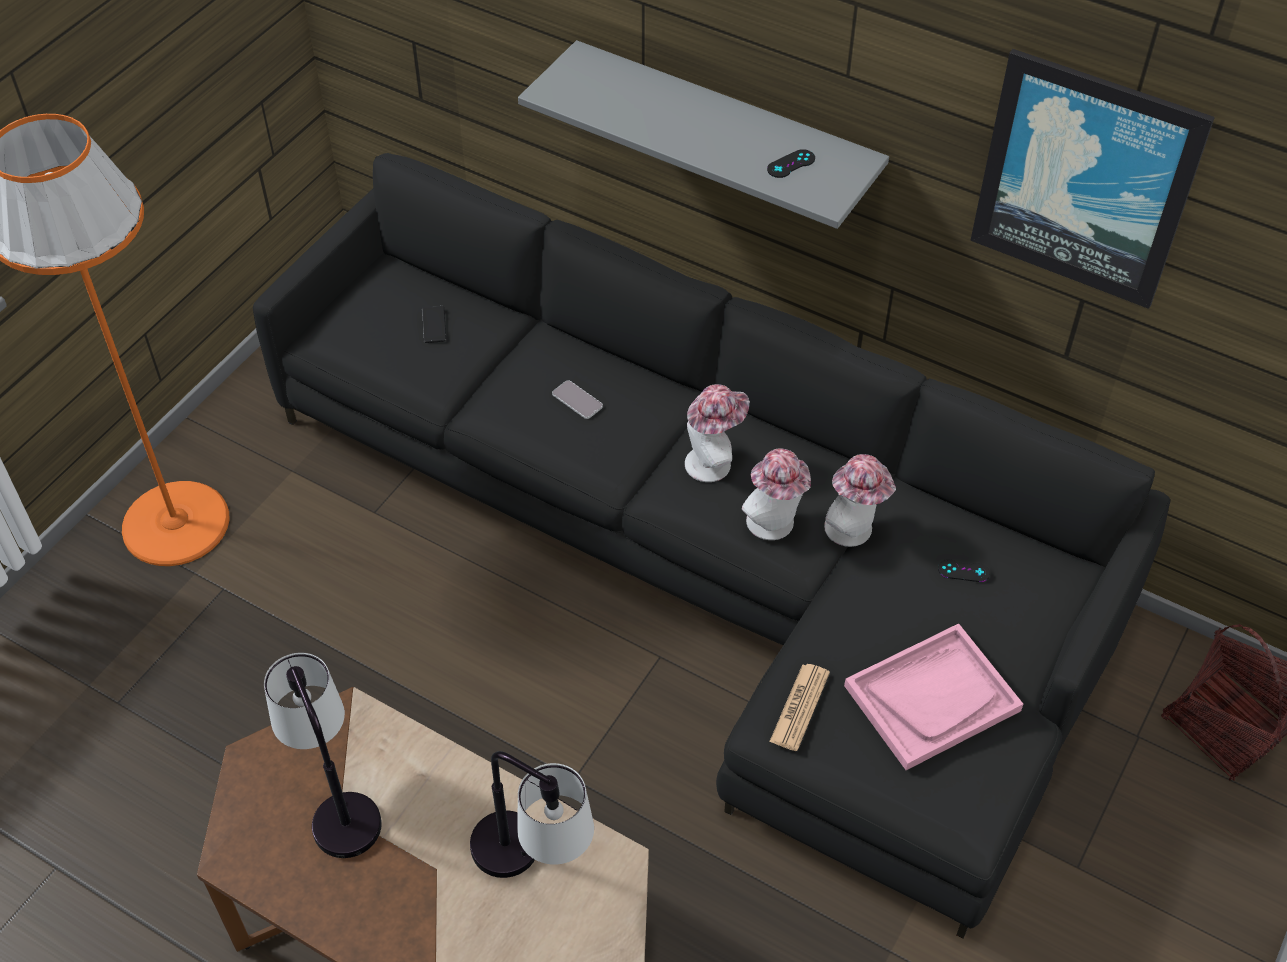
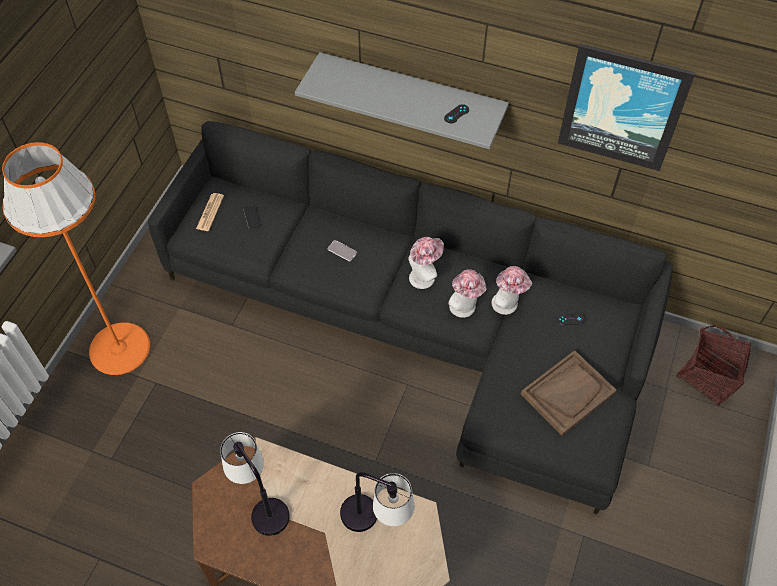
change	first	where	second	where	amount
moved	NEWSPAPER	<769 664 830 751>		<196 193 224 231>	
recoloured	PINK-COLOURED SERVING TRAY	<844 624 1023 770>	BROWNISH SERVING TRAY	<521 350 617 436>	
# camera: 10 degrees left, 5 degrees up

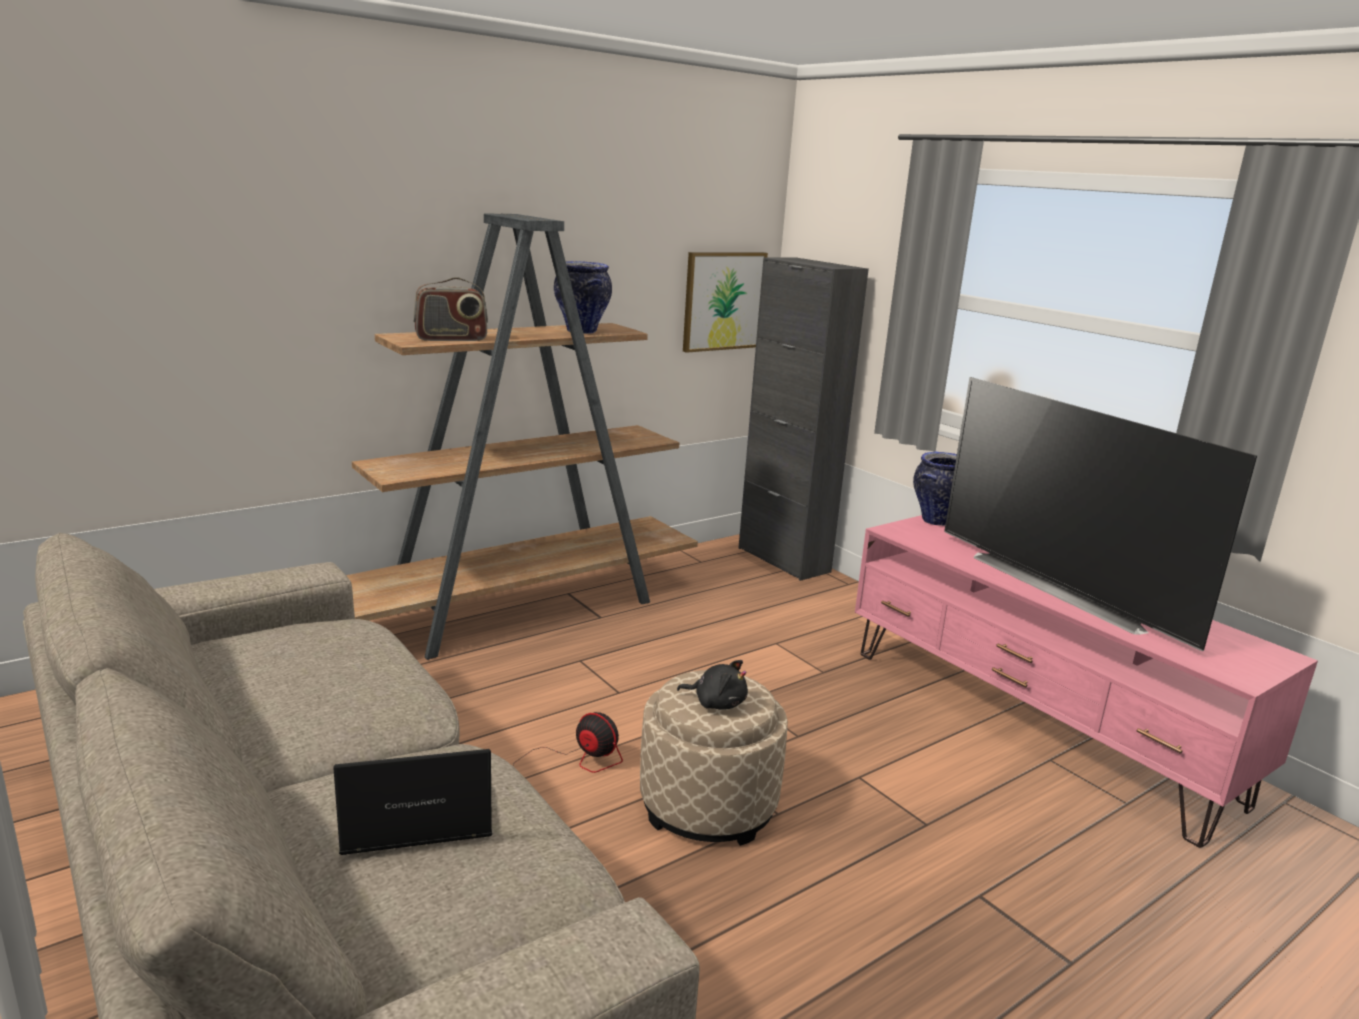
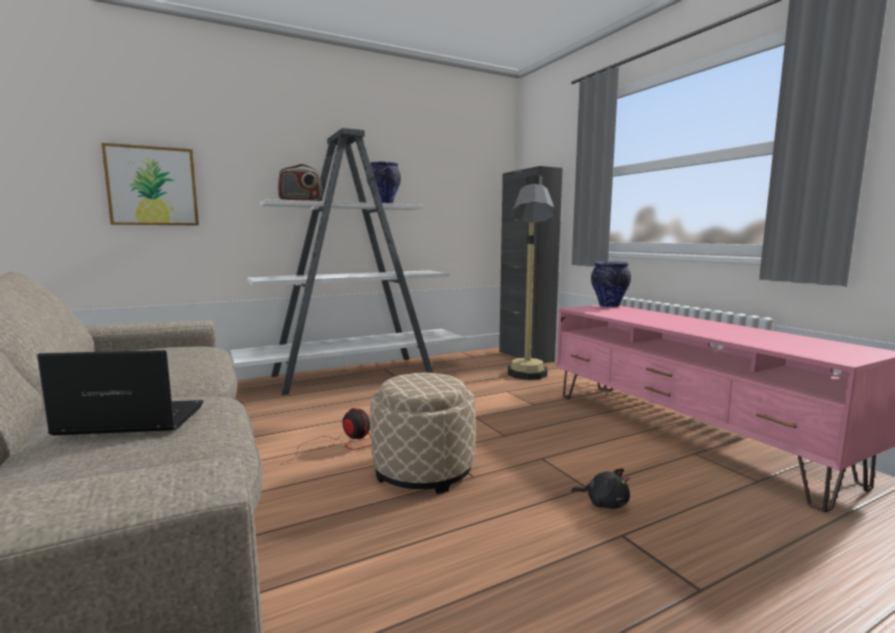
change	first	where	second	where	amount
moved	PICTURE	<683 252 768 353>		<101 143 199 225>	
recoloured	BROWNISH BOOKSHELF	<346 213 698 660>	WHITISH BOOKSHELF	<231 128 465 395>	
added			FLOOR LAMP	<508 174 555 380>	
moved	BLACK-COLOURED CUDDLY TOY	<677 660 748 710>		<571 468 630 509>	
removed	TV SET	<944 377 1257 651>			
# camera: 10 degrees right, 10 degrees down

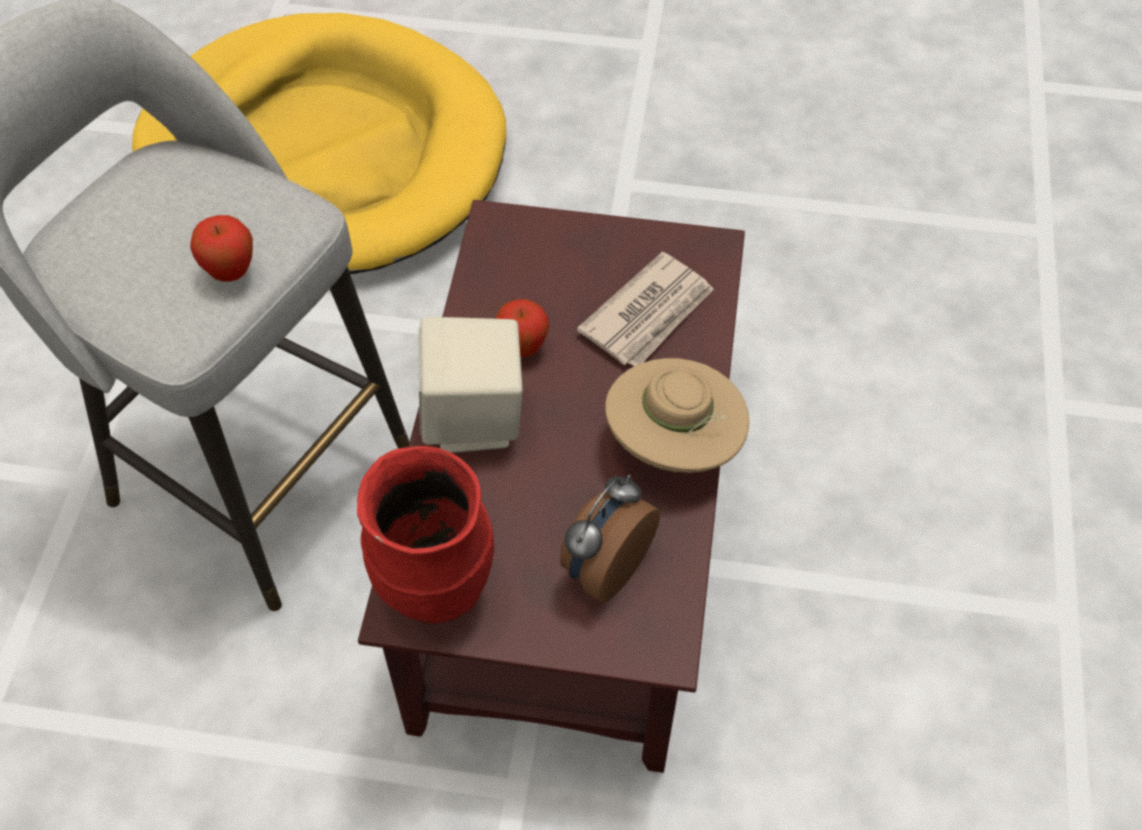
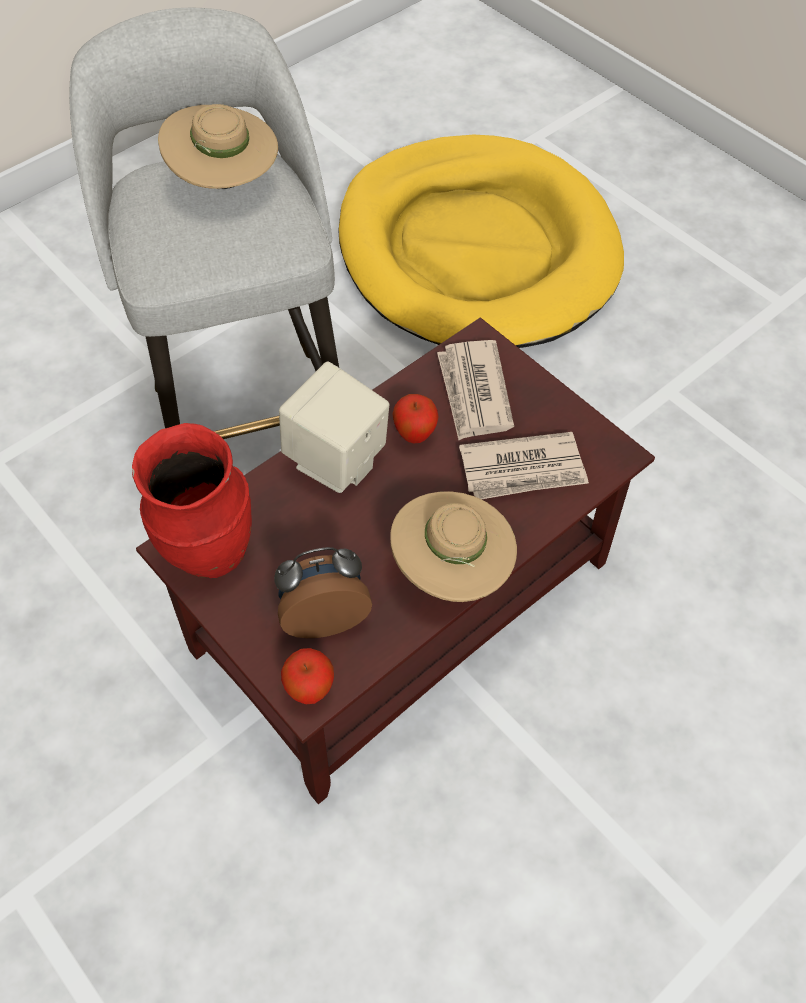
change	first	where	second	where	amount
added			SAND-COLOURED CLOTHING HAT	<158 104 278 189>	
moved	WHOLE APPLE	<190 215 253 282>		<281 648 334 704>	
added			NEWSPAPER	<437 340 514 440>	
# camera: 40 degrees right, 0 degrees up

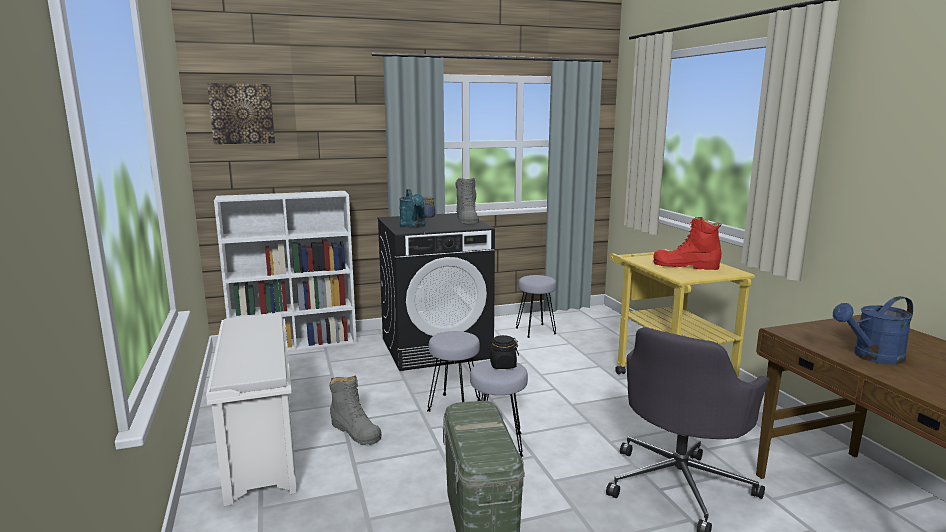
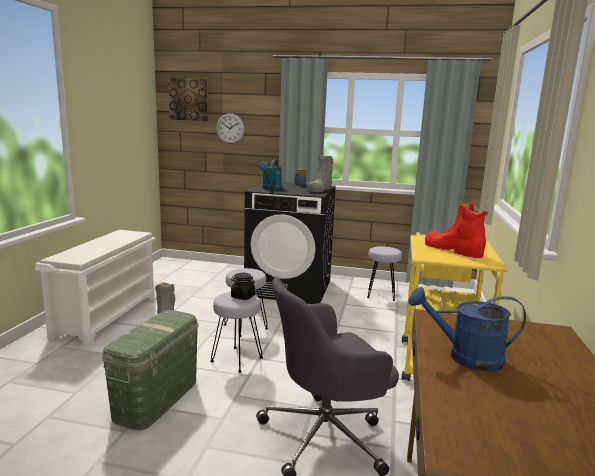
change	first	where	second	where	amount
added			CLOCK ON THE WALL	<216 113 244 144>	
removed	WHITISH BOOKSHELF	<214 191 357 352>			
# camera: 30 degrees right, 0 degrees up

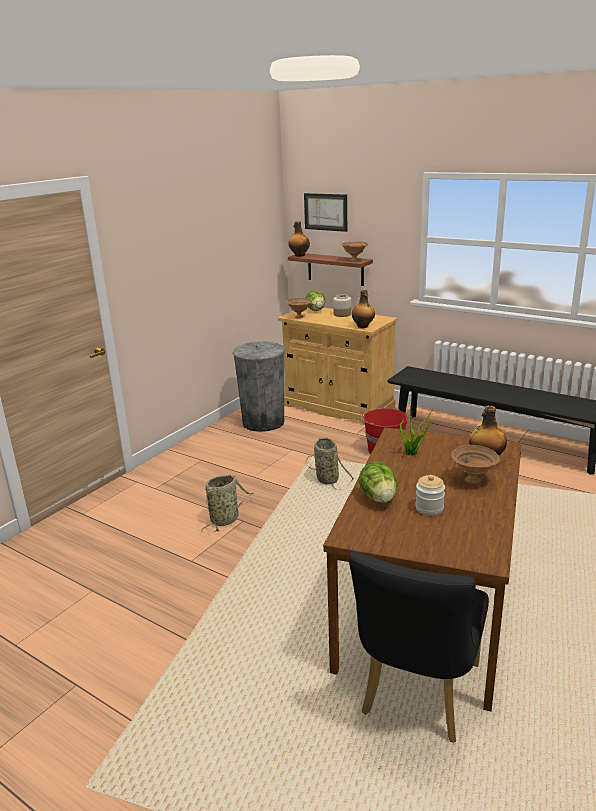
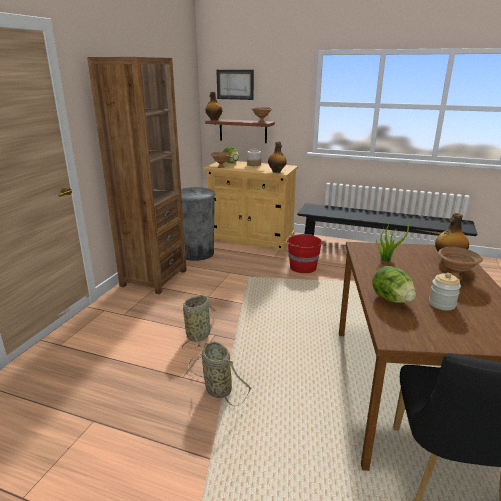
change	first	where	second	where	amount
added			BROWNISH BOOKSHELF	<87 57 187 295>	
moved	STORAGE BASKET	<306 437 354 490>		<189 341 252 406>	
# camera: 15 degrees left, 0 degrees up

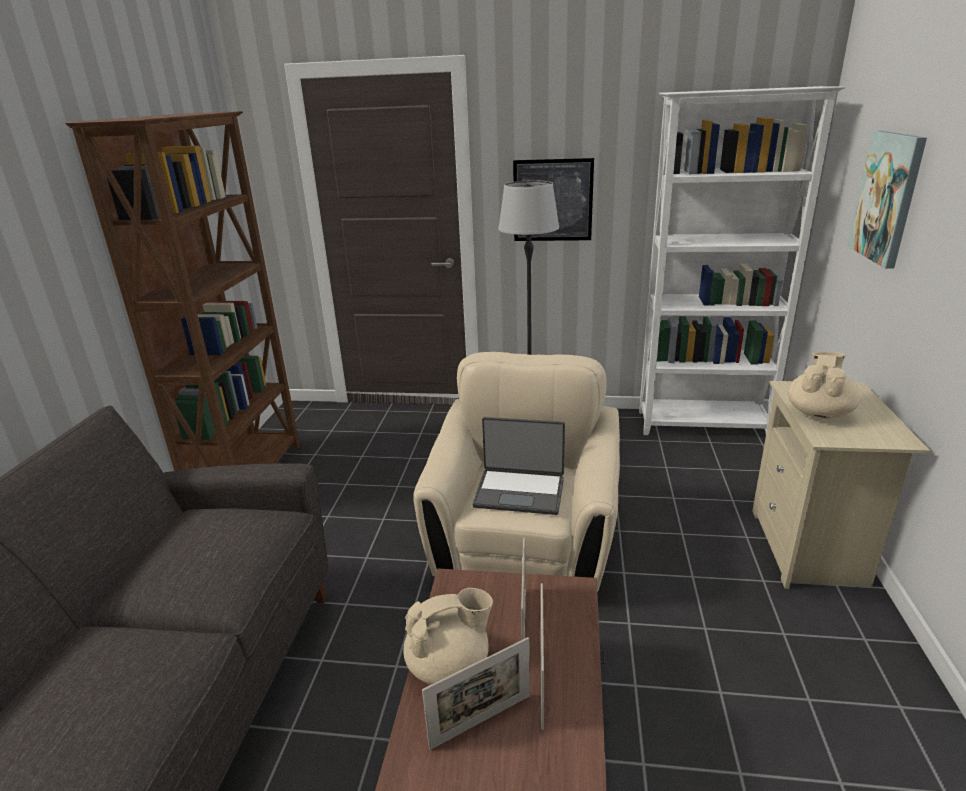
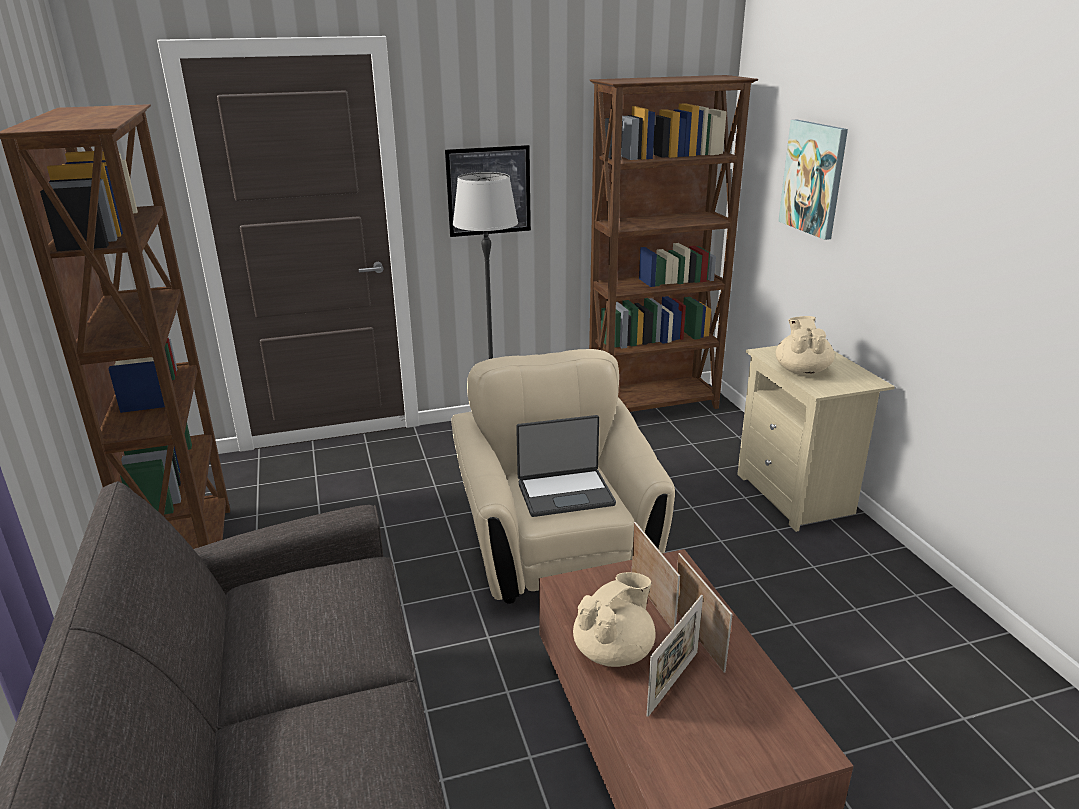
change	first	where	second	where	amount
recoloured	WHITISH BOOKSHELF	<639 86 845 435>	BROWNISH BOOKSHELF	<589 75 758 412>	
# camera: 25 degrees left, 0 degrees up

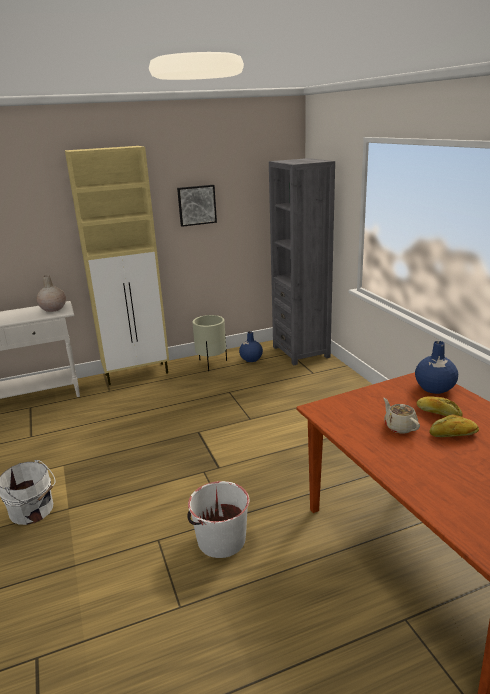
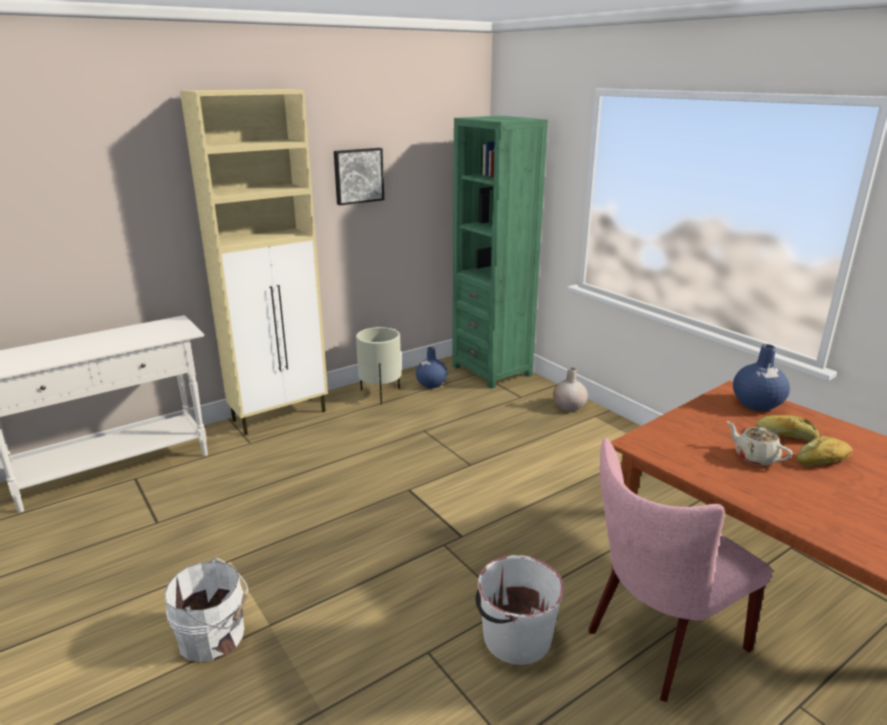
change	first	where	second	where	amount
recoloured	GRAY BOOKSHELF	<269 158 335 365>	GREENISH BOOKSHELF	<452 116 548 389>	
moved	SAND-COLOURED FLOWER VASE	<37 275 66 312>		<553 367 588 411>	
added			PINK-COLOURED CHAIR	<588 438 772 702>	
# camera: 15 degrees left, 0 degrees up

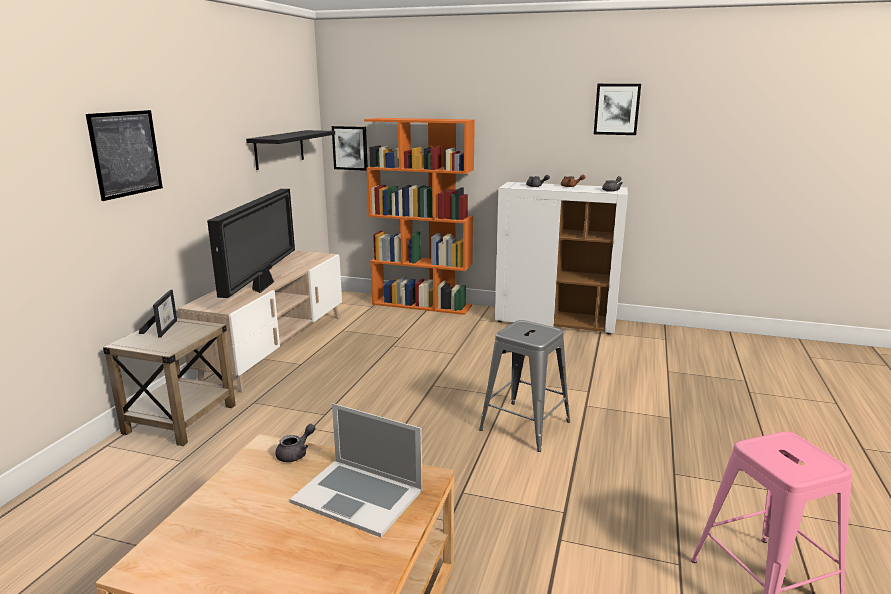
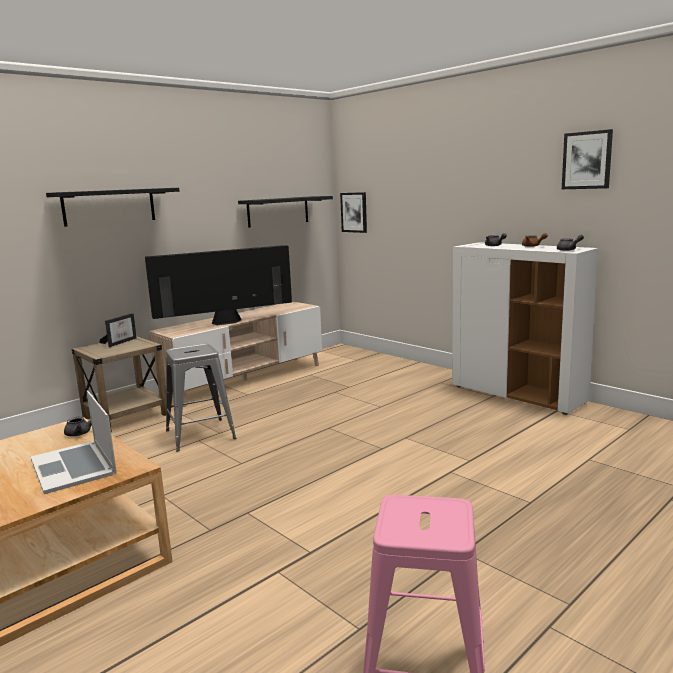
change	first	where	second	where	amount
replaced	PICTURE	<86 110 163 201>	BLACK-COLOURED WALL SHELF	<46 188 179 227>	
turned	TV SET	<207 189 295 298>		<145 245 292 325>	150 degrees counterclockwise
moved	GRAY STOOL	<479 320 570 452>		<166 344 236 452>	
removed	ORANGEY BOOKSHELF	<364 118 475 315>			
# camera: 30 degrees right, 5 degrees down

